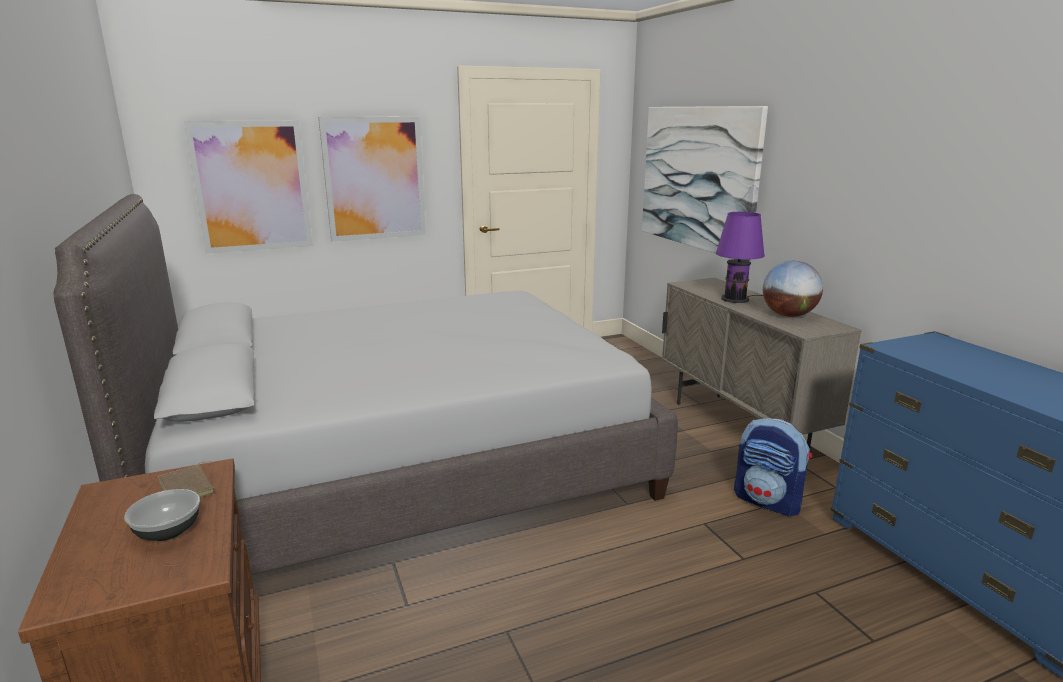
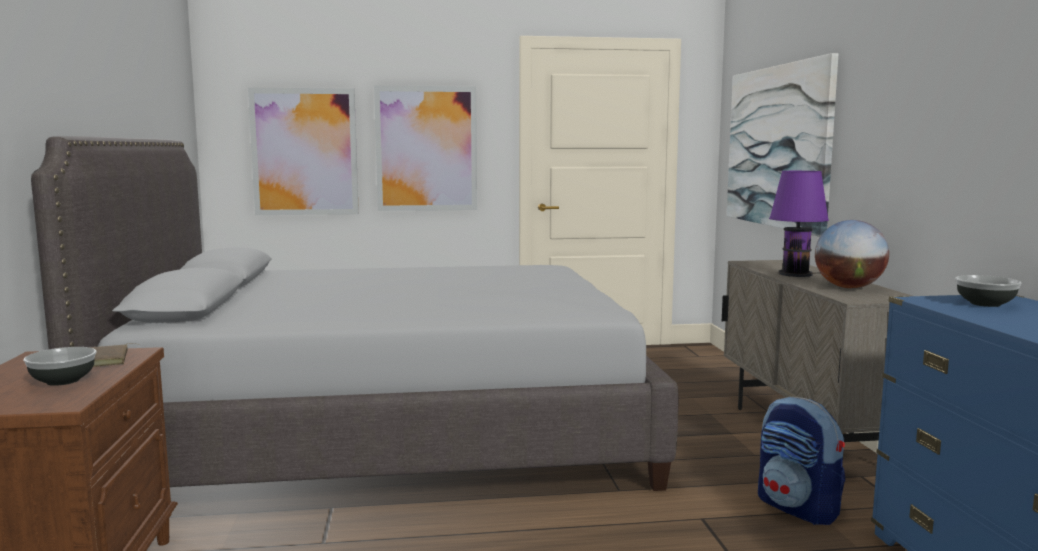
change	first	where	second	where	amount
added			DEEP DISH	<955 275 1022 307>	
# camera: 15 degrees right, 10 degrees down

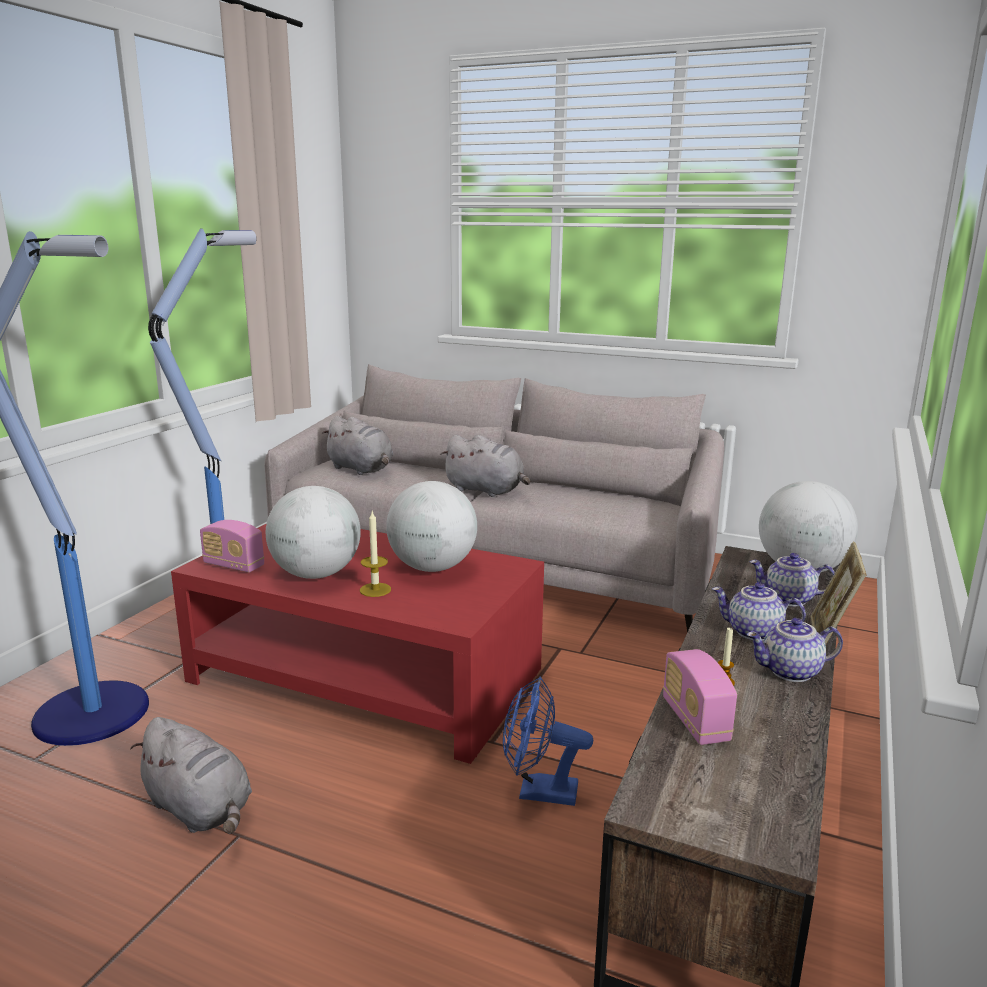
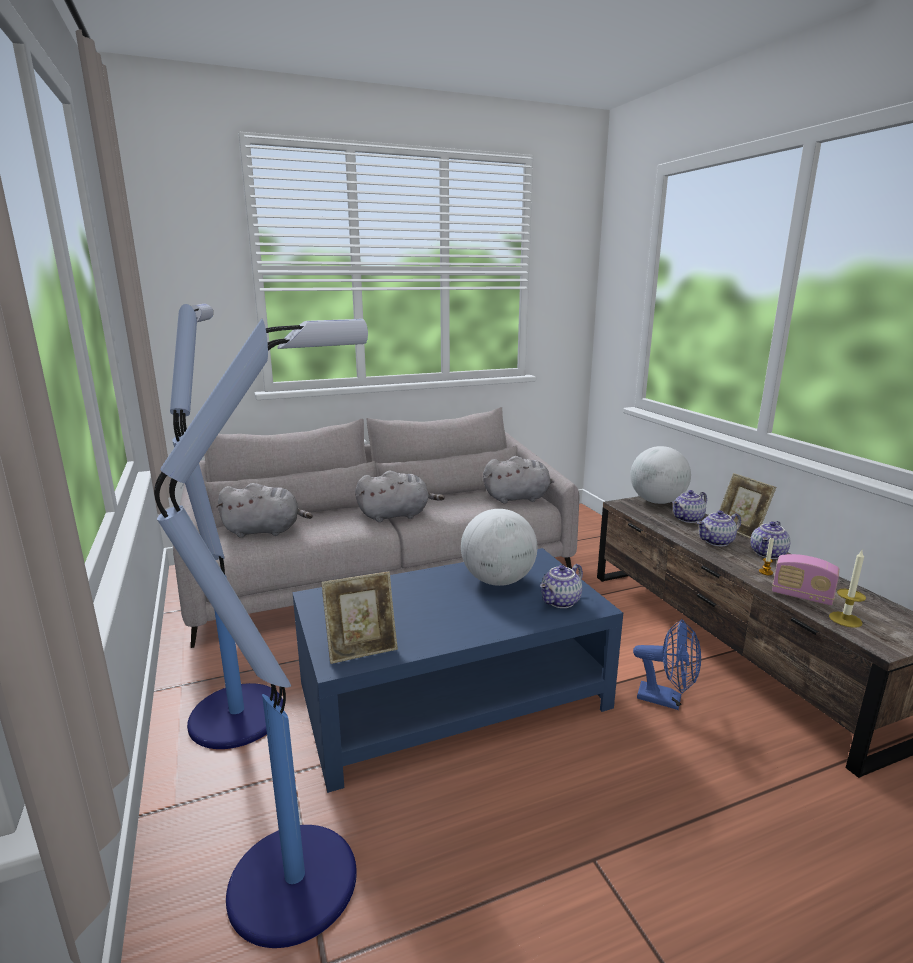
change	first	where	second	where	amount
recoloured	REDDISH COFFEE TABLE	<171 523 544 764>	BLUE-COLOURED COFFEE TABLE	<292 548 623 793>	
replaced	RADIO	<200 520 264 573>	PICTURE FRAME	<321 572 398 664>	
moved	GRAY CUDDLY TOY	<130 717 252 834>		<483 456 555 504>	
added			POT FOR TEA	<540 564 583 608>	
turned	BLUE-COLOURED COOLING FAN	<503 677 593 806>		<633 619 701 710>	120 degrees counterclockwise
moved	WAX CANDLE	<360 512 391 597>		<829 550 866 628>	
removed	GLOBE	<266 486 361 579>			
# camera: 45 degrees left, 0 degrees up

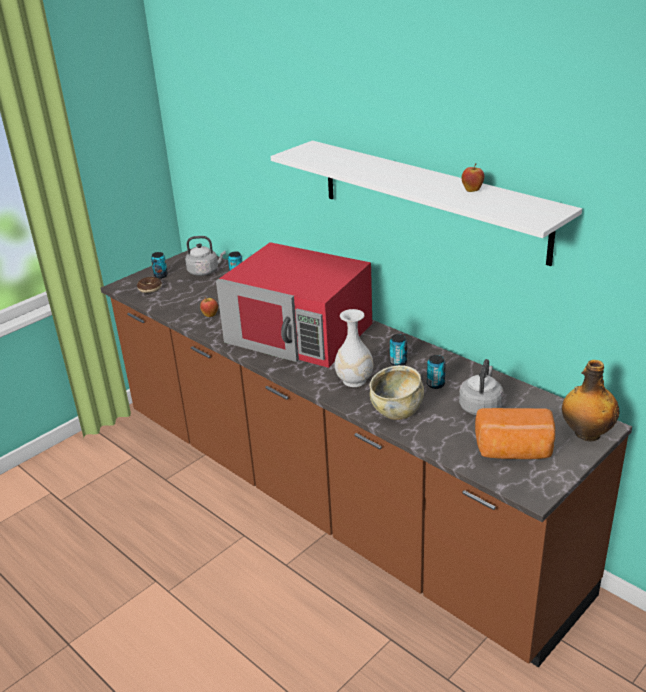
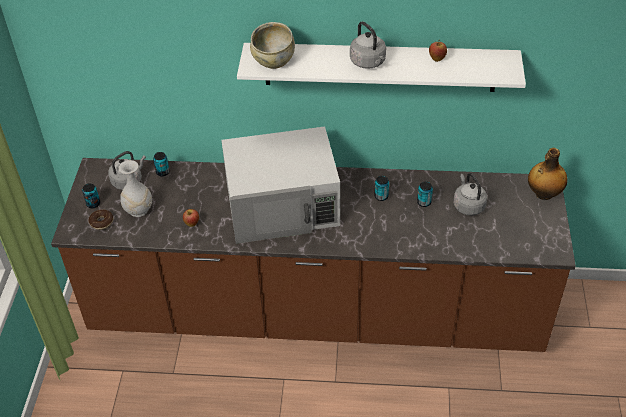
change	first	where	second	where	amount
moved	WHITISH FLOWER VASE	<335 309 373 387>		<119 160 152 217>	
recoloured	REDDISH KITCHEN MICROWAVE	<216 242 372 368>	WHITISH KITCHEN MICROWAVE	<221 126 340 244>	
moved	SAND-COLOURED DEEP DISH	<370 365 424 420>		<250 22 295 69>	
added			GRAY TEA KETTLE	<350 21 386 69>	
removed	BAKERY BREAD	<475 408 555 459>			
# camera: 40 degrees left, 15 degrees up

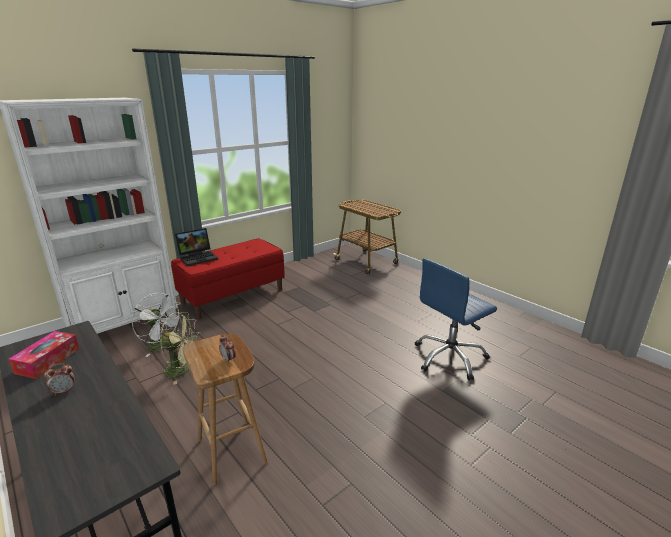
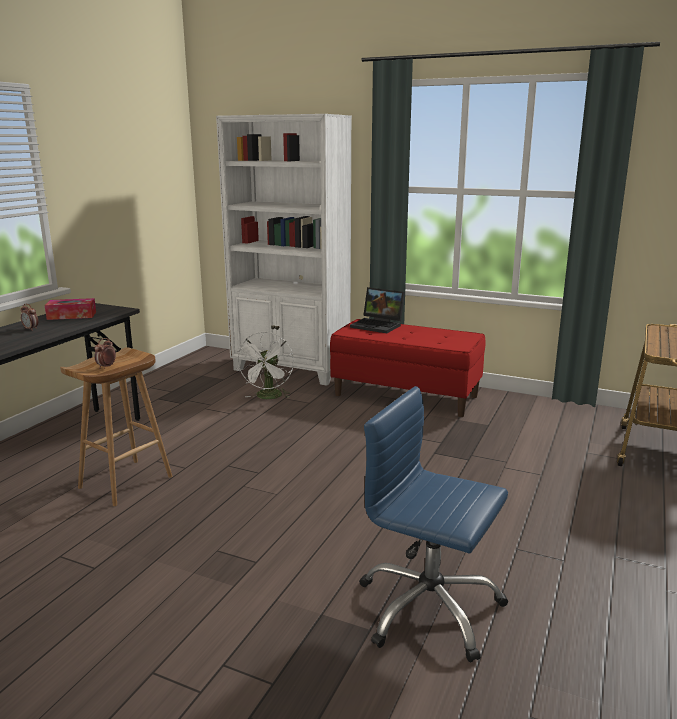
change	first	where	second	where	amount
removed	GREENISH COOLING FAN	<160 312 201 385>			
# camera: 65 degrees right, 5 degrees down

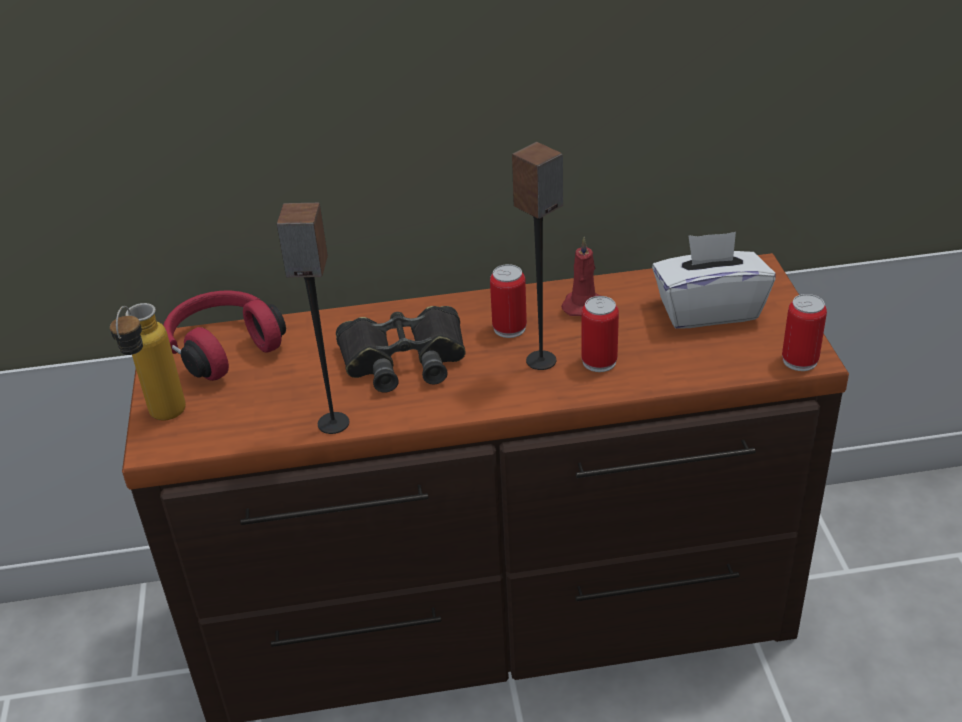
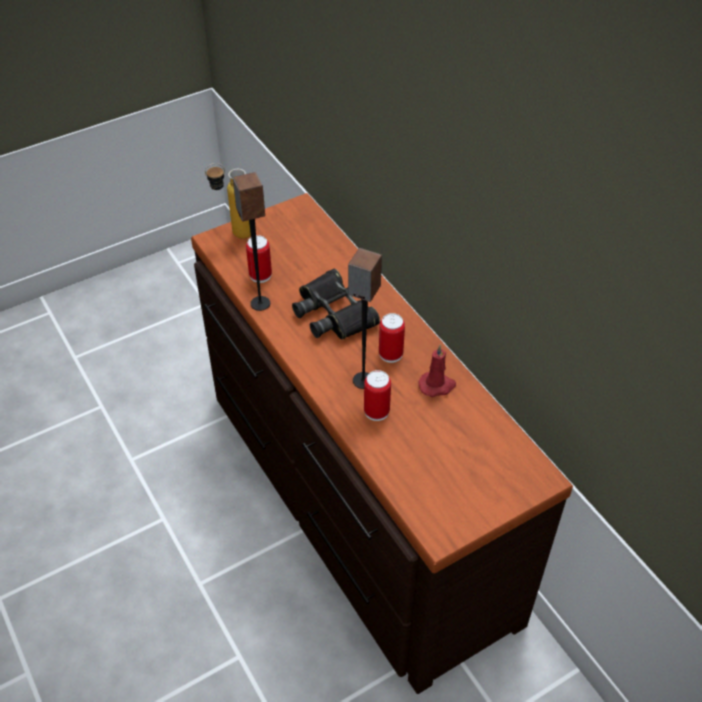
change	first	where	second	where	amount
moved	METAL CAN	<782 294 827 371>		<246 235 272 283>	
removed	REDDISH HEADSET	<163 291 286 381>			
removed	WHITISH TISSUE BOX	<652 232 776 329>			
# camera: 65 degrees right, 10 degrees up

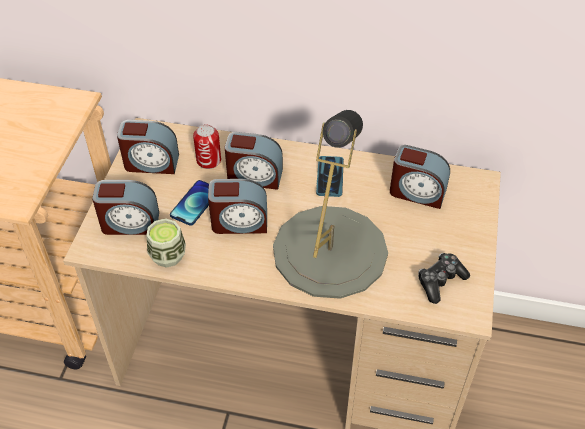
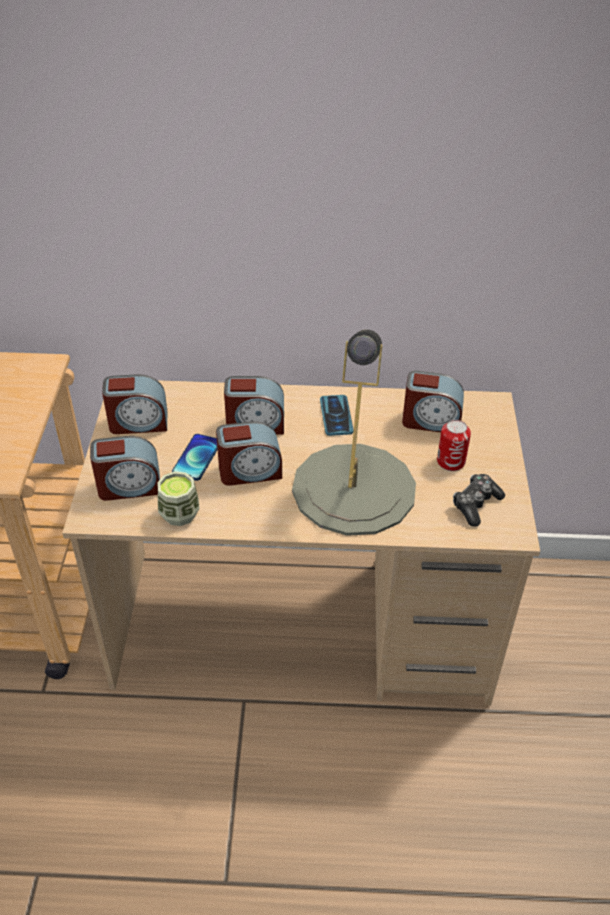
change	first	where	second	where	amount
moved	METAL CAN	<193 124 221 169>		<437 420 471 471>	
# camera: 10 degrees left, 5 degrees down

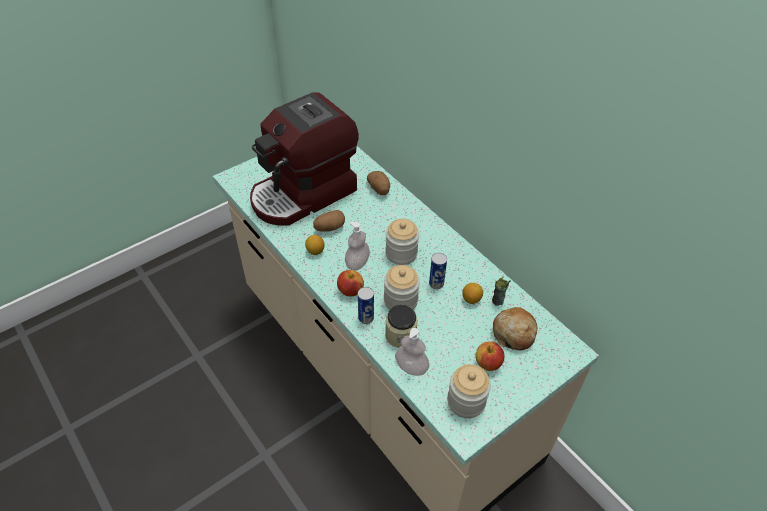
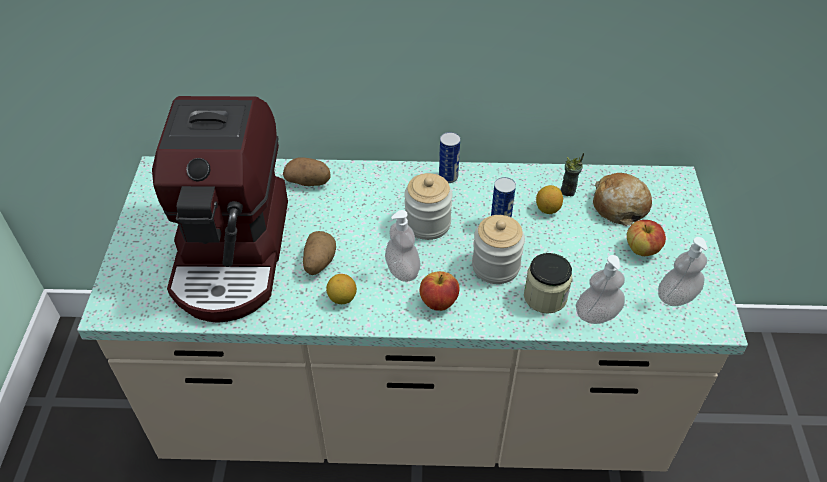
change	first	where	second	where	amount
moved	METAL CAN	<358 287 374 324>		<439 132 460 183>	
replaced	STORAGE JAR	<447 364 491 418>	SOAP BOTTLE	<658 237 708 306>	
# camera: 50 degrees left, 0 degrees up

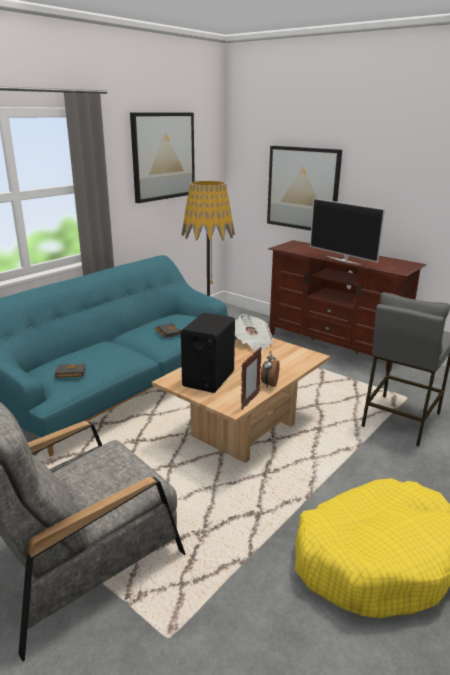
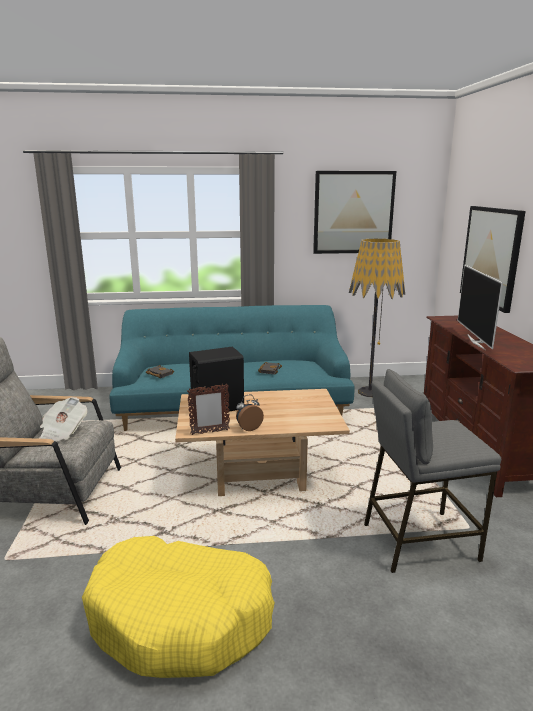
change	first	where	second	where	amount
moved	NEWSPAPER	<235 314 274 352>		<39 397 87 441>	
# camera: 45 degrees right, 5 degrees down

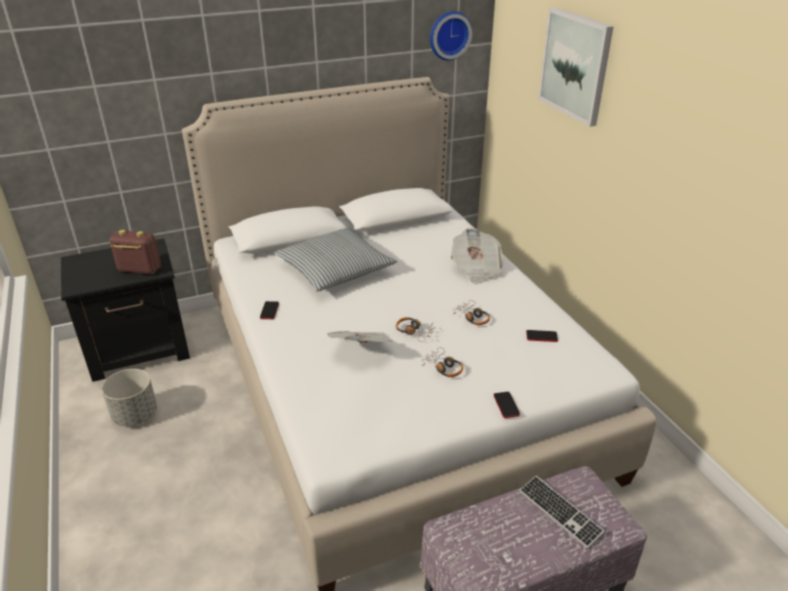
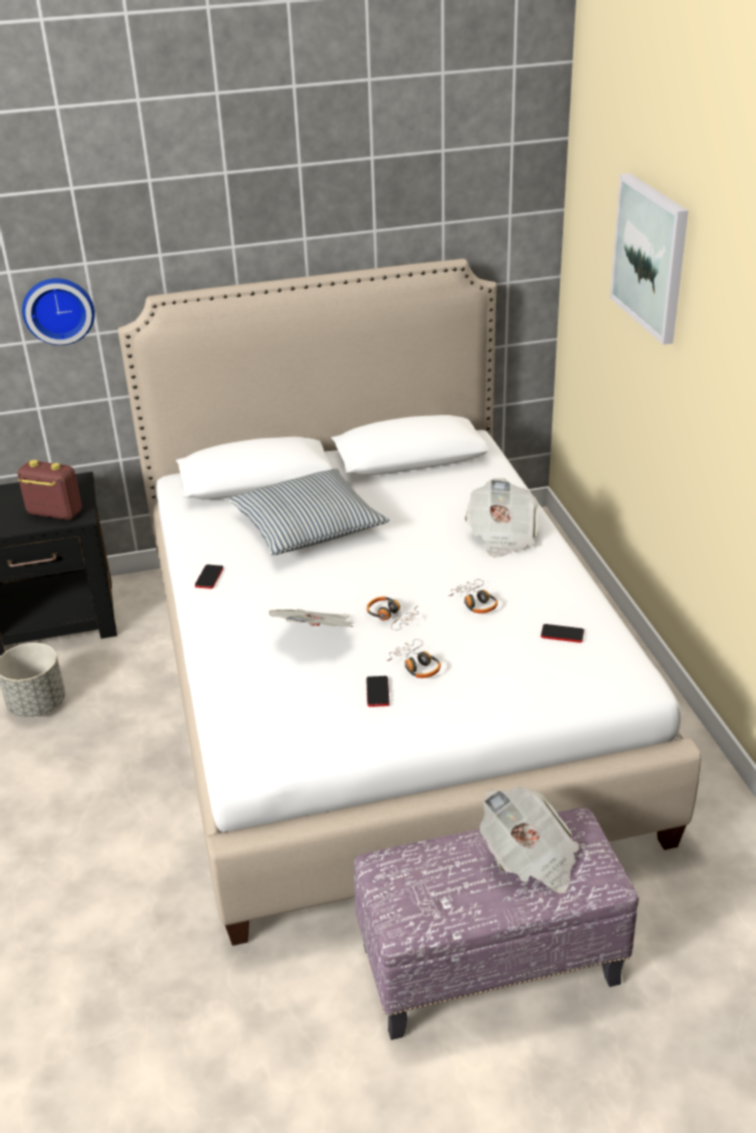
change	first	where	second	where	amount
moved	CLOCK ON THE WALL	<430 11 472 60>		<22 278 95 345>	
moved	PHONE	<494 392 520 418>		<366 676 390 707>	
replaced	COMPUTER KEYBOARD	<519 476 605 549>	NEWSPAPER	<480 787 579 893>	
# camera: 10 degrees right, 0 degrees up

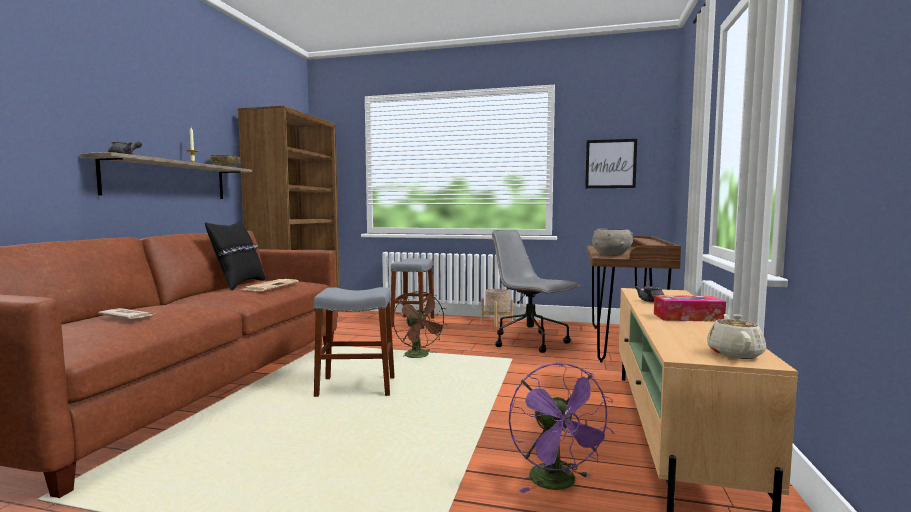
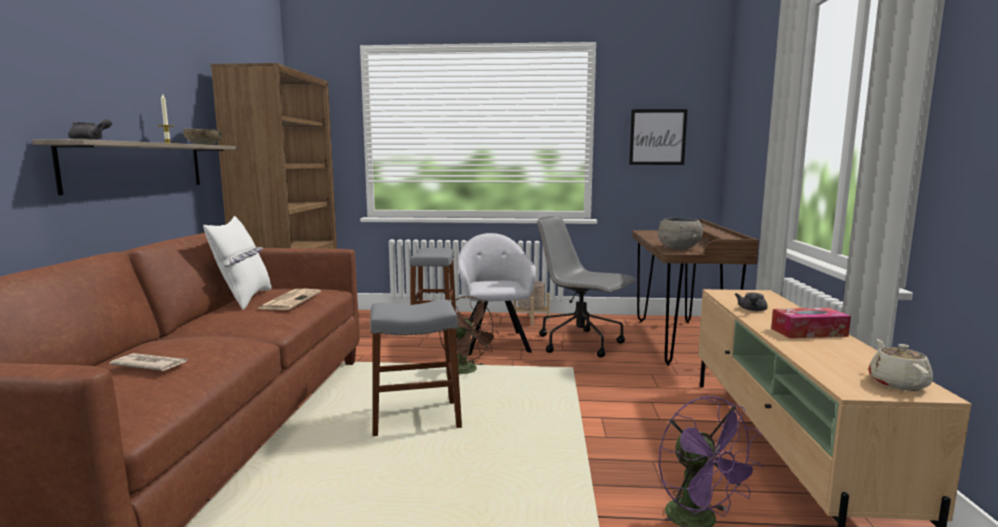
change	first	where	second	where	amount
recoloured	BLACK-COLOURED CUSHION	<205 221 266 290>	WHITISH CUSHION	<203 216 272 310>	
added			GRAY LOUNGE CHAIR	<458 233 536 356>	
# camera: 10 degrees left, 5 degrees up

